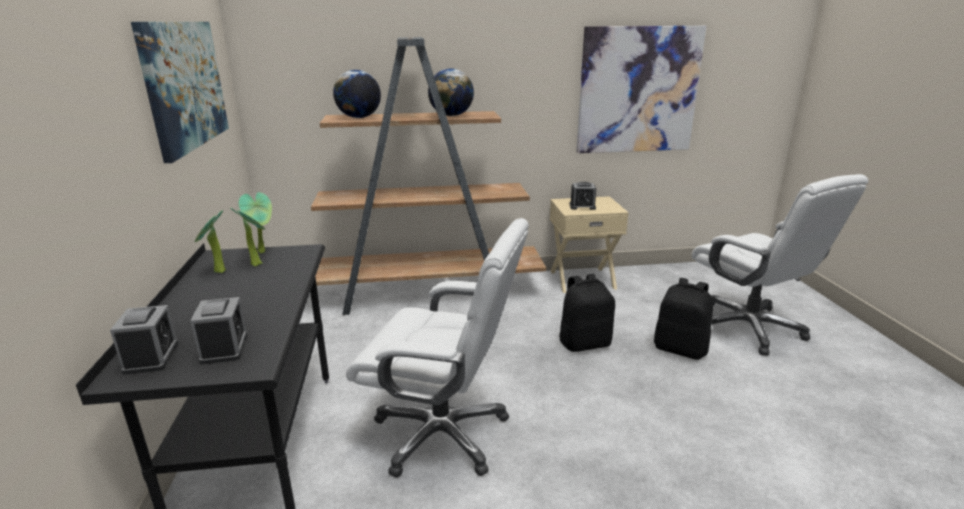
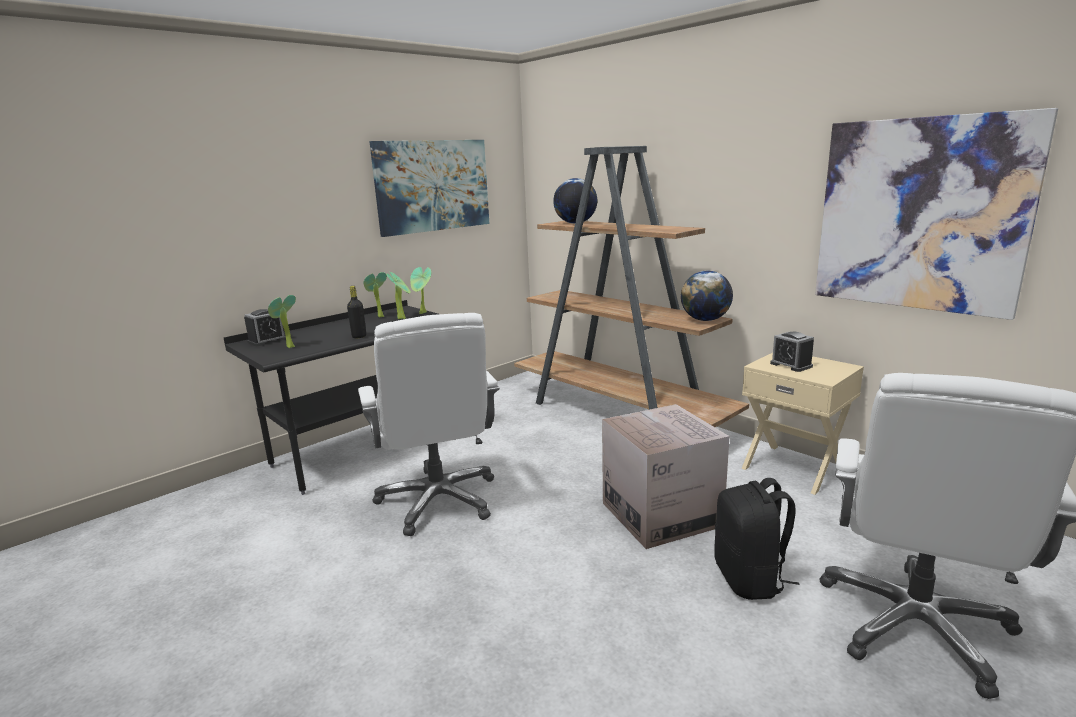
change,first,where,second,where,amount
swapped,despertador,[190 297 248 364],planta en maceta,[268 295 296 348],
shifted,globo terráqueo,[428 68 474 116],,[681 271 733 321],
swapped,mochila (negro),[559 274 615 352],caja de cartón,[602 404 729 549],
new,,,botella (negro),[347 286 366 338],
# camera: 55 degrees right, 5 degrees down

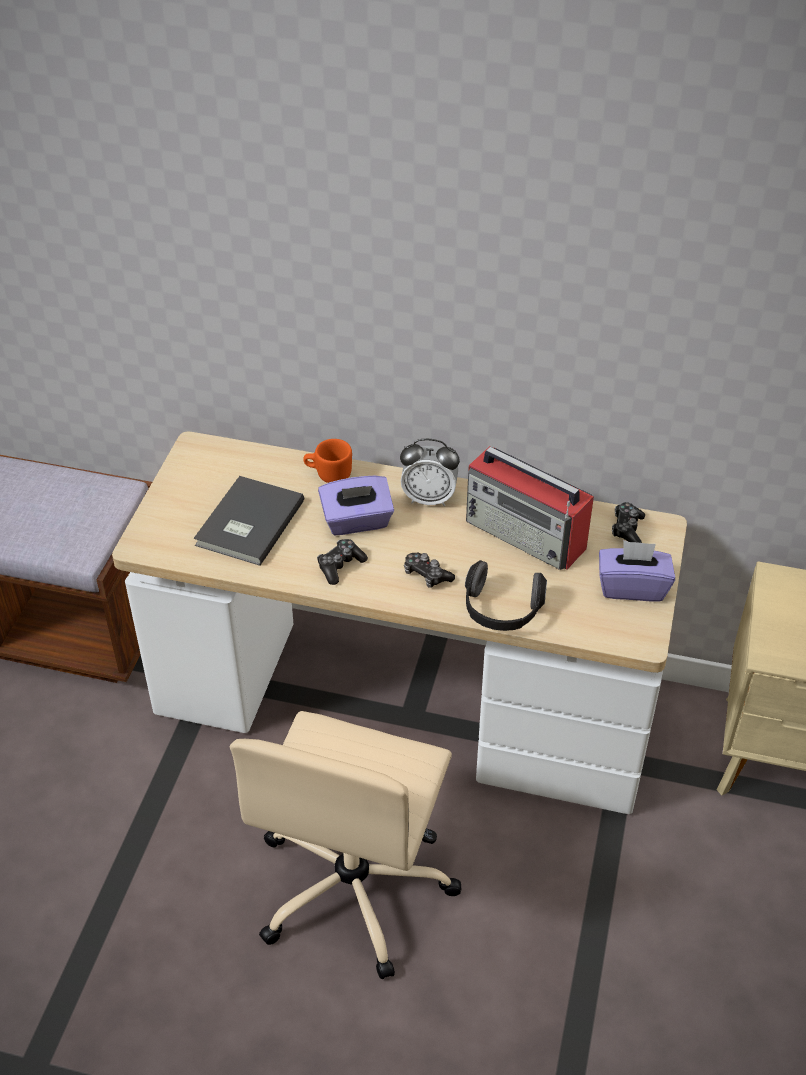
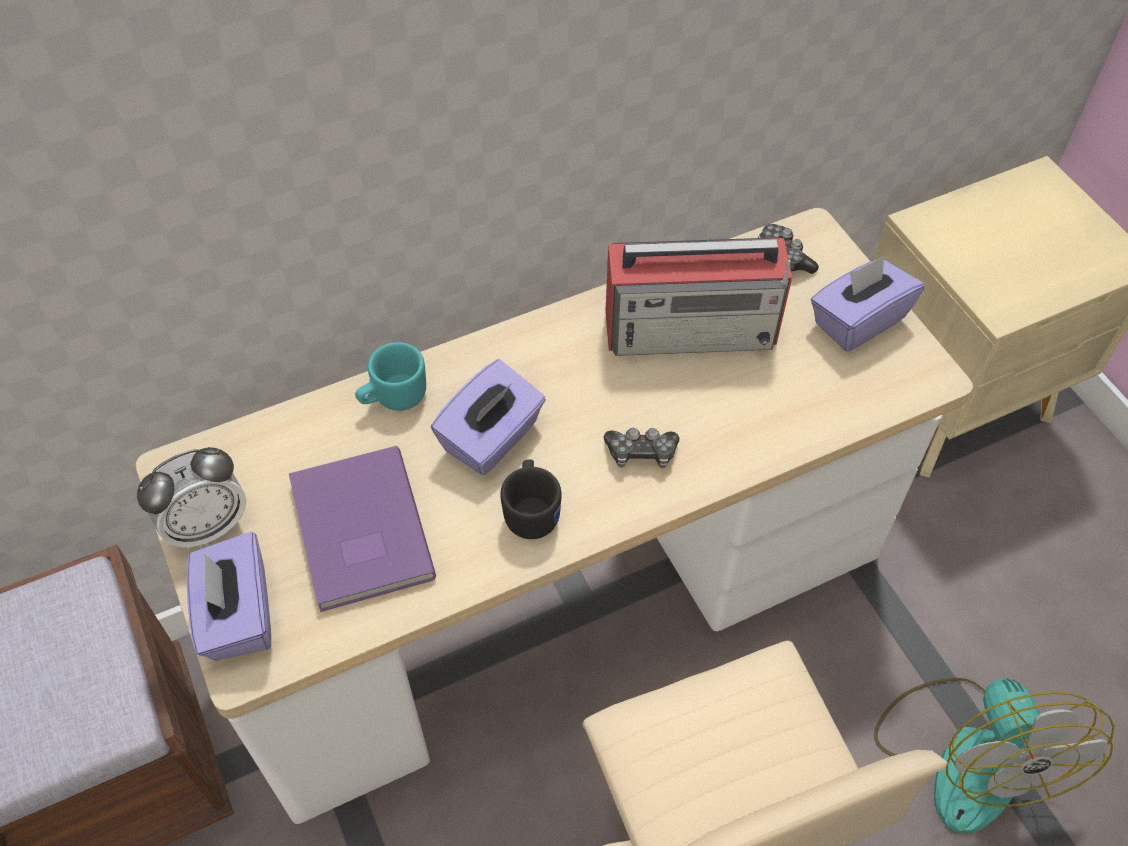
change,first,where,second,where,amount
repainted,libro (gris),[194 476 304 566],libro (morado),[289 446 436 612],
repainted,taza grande (naranja),[303 439 352 483],taza grande (turquesa),[355 342 426 411],
swapped,mando de consola,[317 539 368 585],taza grande (negro),[500 459 562 539],
shifted,despertador,[400 439 460 506],,[137 447 246 550],
gone,auriculares,[465 560 547 631],,,
new,,,caja de pañuelos (morado),[187 532 271 661],
new,,,ventilador,[874 678 1114 833],
# camera: 40 degrees left, 10 degrees up

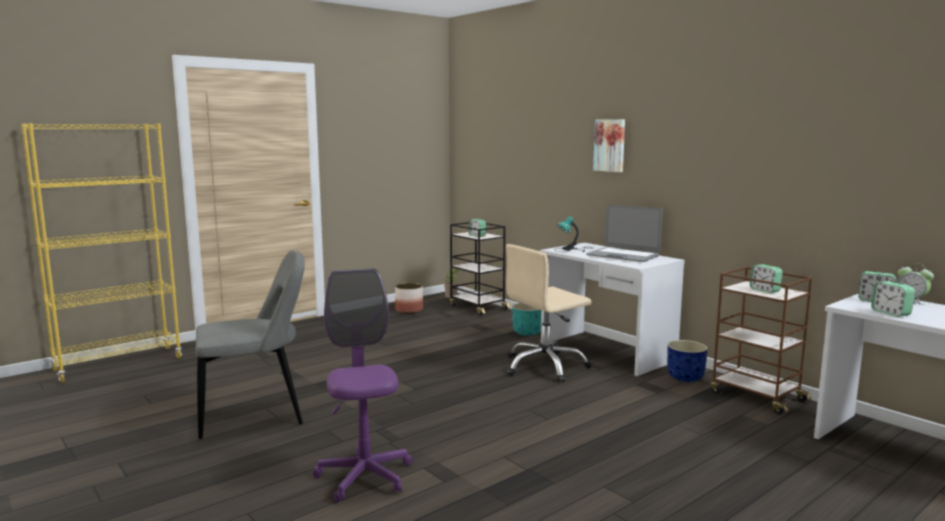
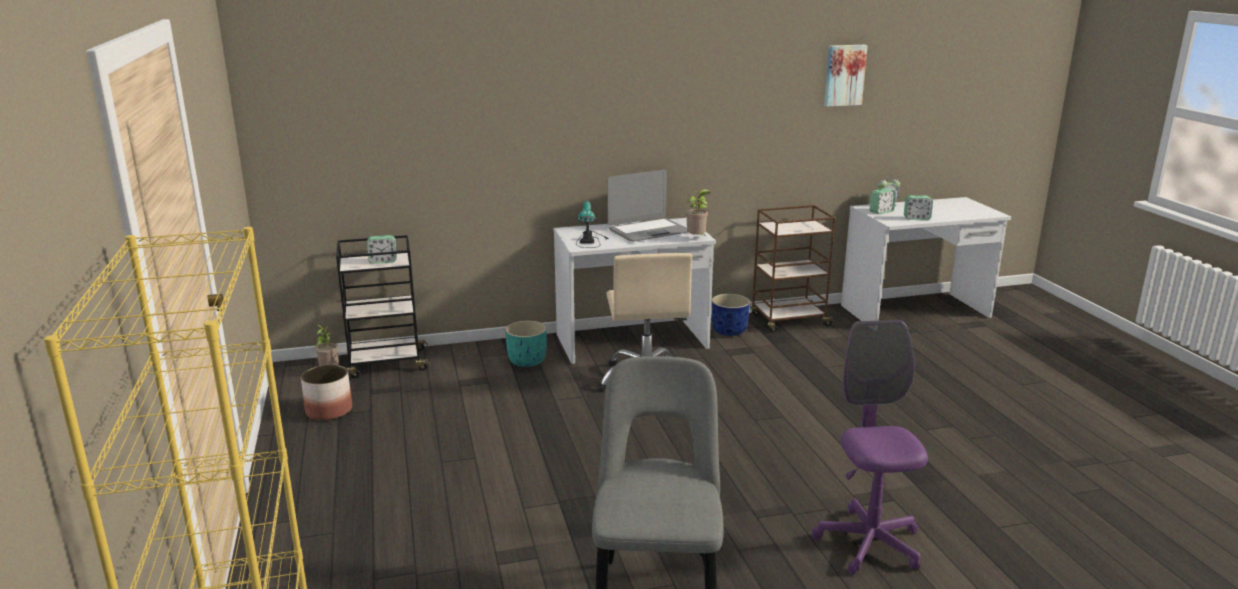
change,first,where,second,where,amount
rotated,silla de oficina (morado),[313 268 412 502],,[812 320 928 574],75 degrees clockwise
shifted,cuadro,[593 119 625 172],,[824 45 868 107],
gone,despertador,[750 264 783 293],,,
new,,,planta en maceta,[686 189 710 235],
# camera: 65 degrees left, 10 degrees up

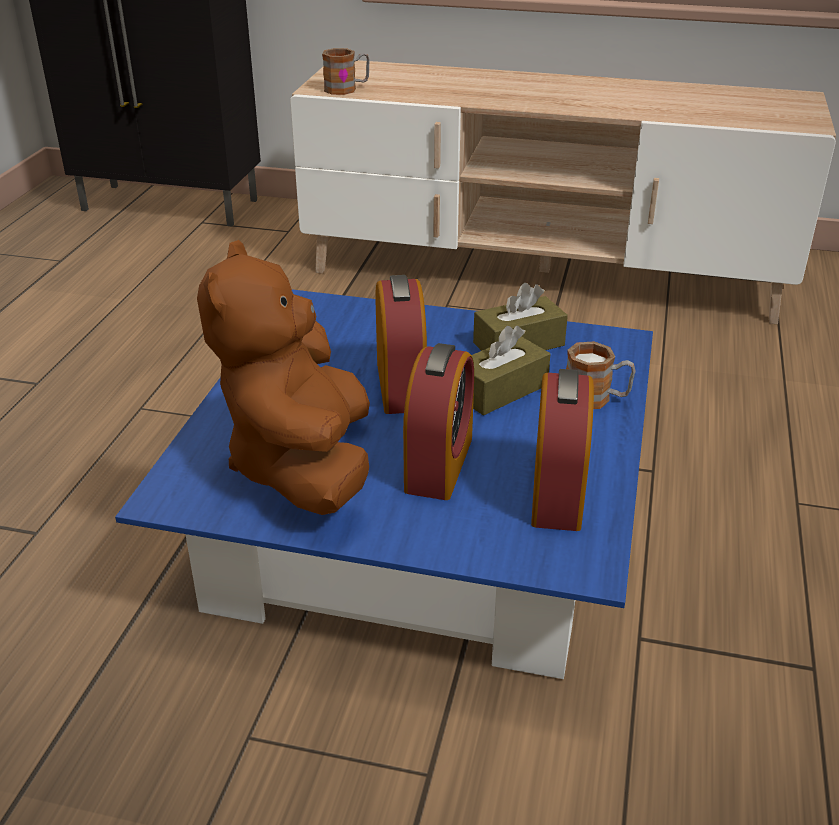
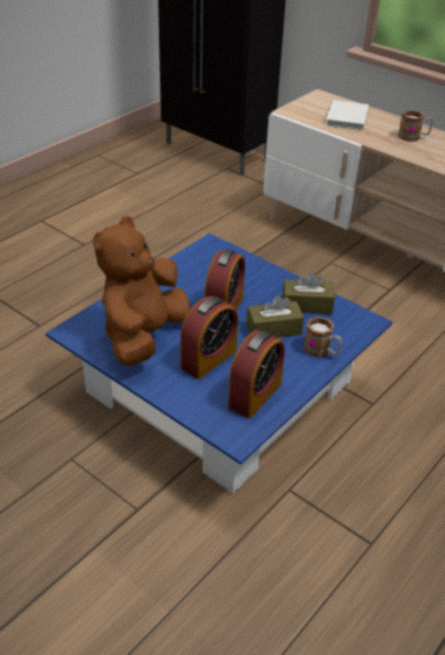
change,first,where,second,where,amount
shifted,taza grande,[322 48 370 95],,[398 110 433 142],
new,,,libro (blanco),[326 100 369 130],
# camera: 25 degrees right, 5 degrees up

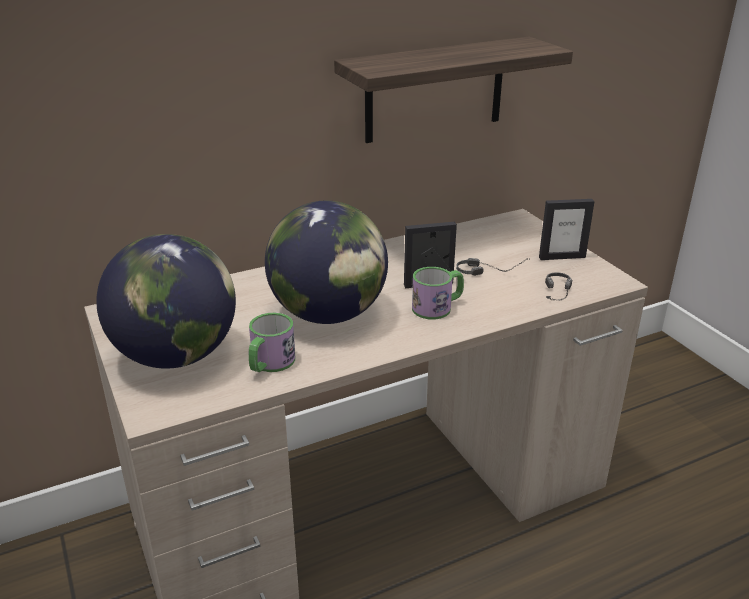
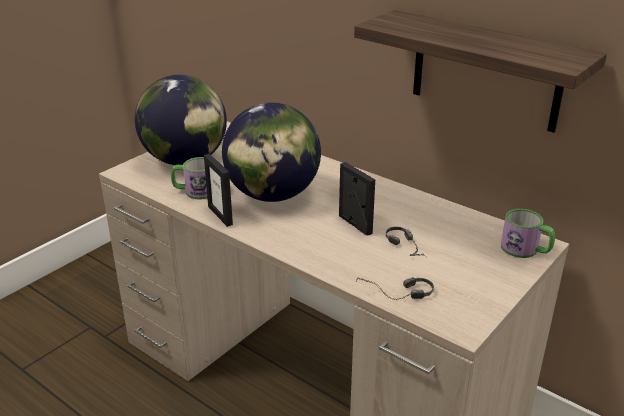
change,first,where,second,where,amount
shifted,taza grande,[412 267 464 320],,[501 209 555 258],
shifted,portarretratos,[539 199 595 260],,[204 154 233 227],
# camera: 65 degrees right, 0 degrees up

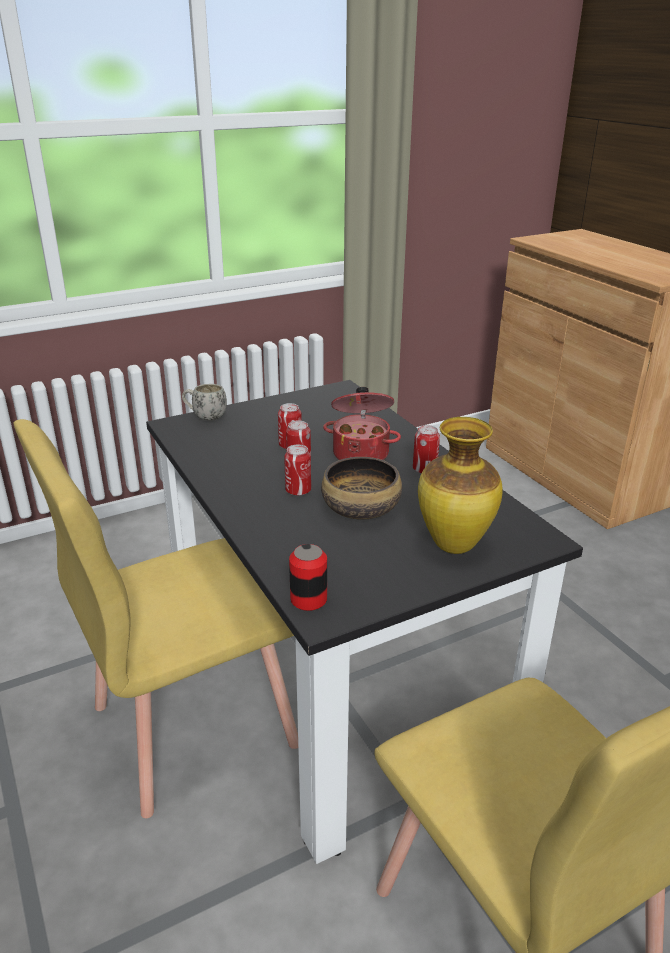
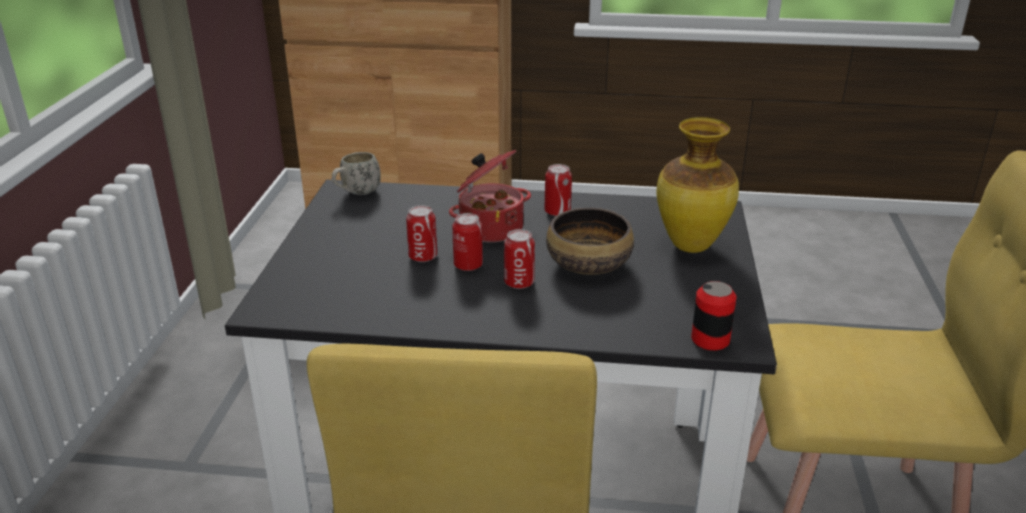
change,first,where,second,where,amount
shifted,taza grande (blanco),[182 384 227 421],,[331 152 381 195],
# camera: 55 degrees left, 0 degrees up

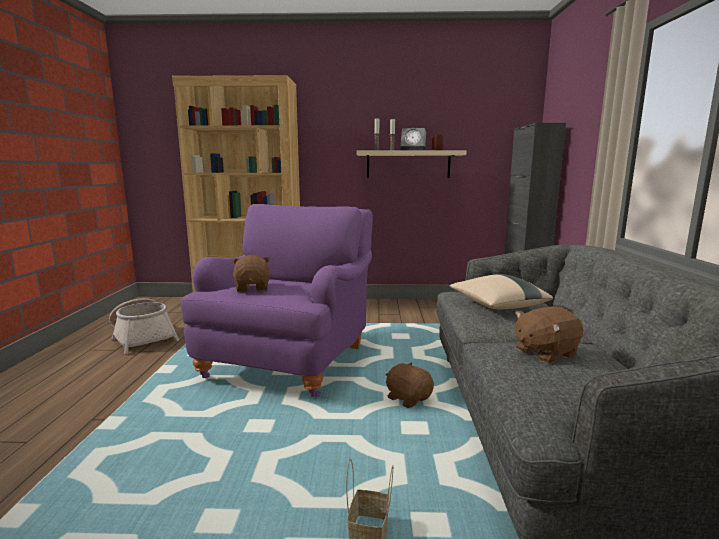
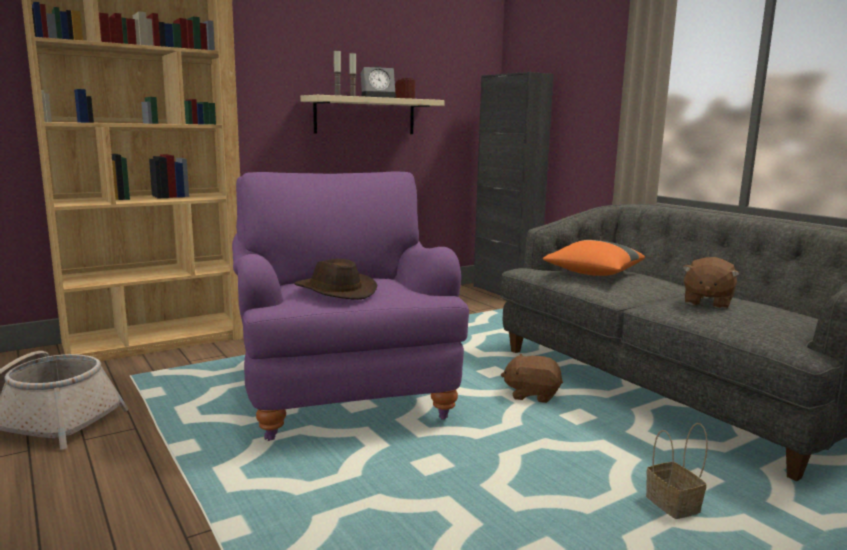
change,first,where,second,where,amount
swapped,peluche (marrón),[232 255 270 292],sombrero (marrón),[294 259 377 300],
repainted,cojín (beis),[450 274 553 309],cojín (naranja),[543 240 645 276],
# camera: 35 degrees left, 0 degrees up

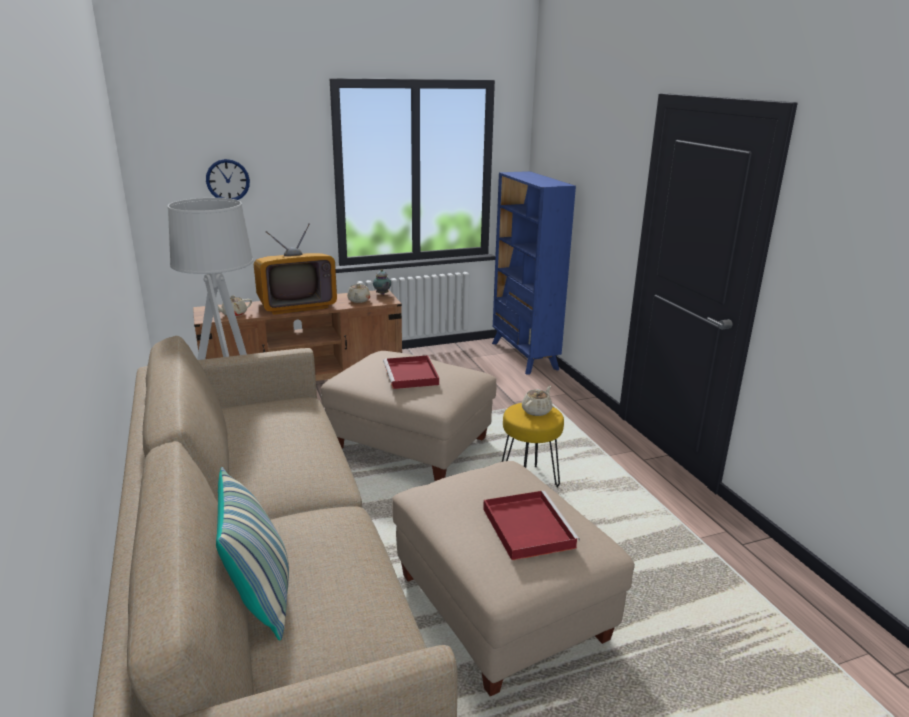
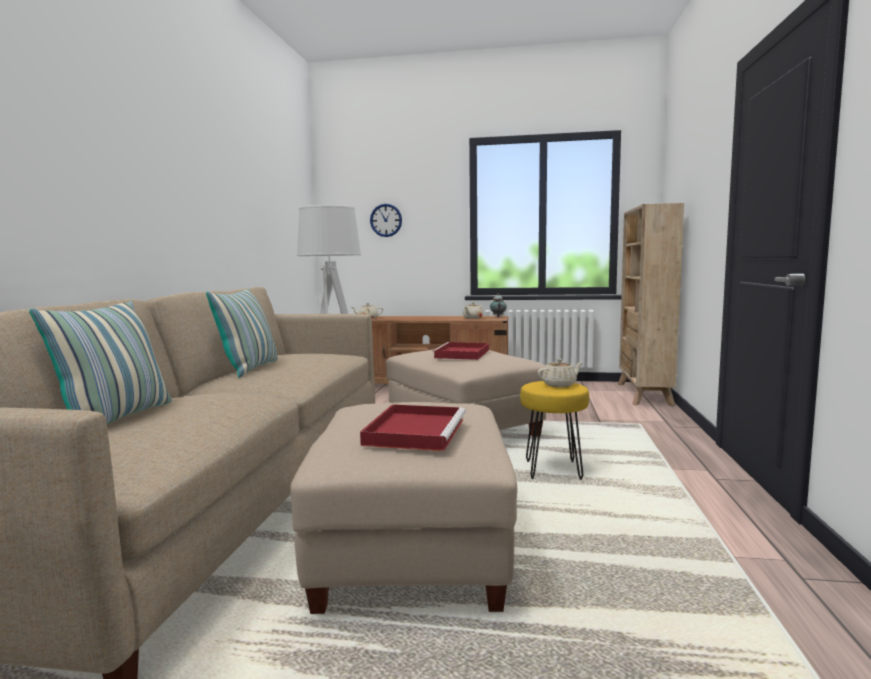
change,first,where,second,where,amount
gone,televisor,[254 223 337 315],,,
repainted,estantería (azul),[492 171 576 375],estantería (beis),[618 203 684 406],
new,,,cojín,[206 288 278 378],
# camera: 30 degrees right, 15 degrees down

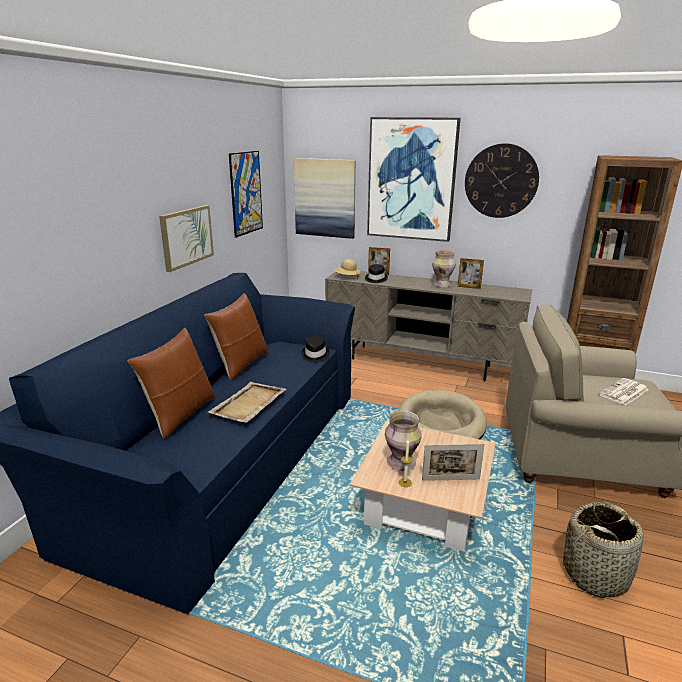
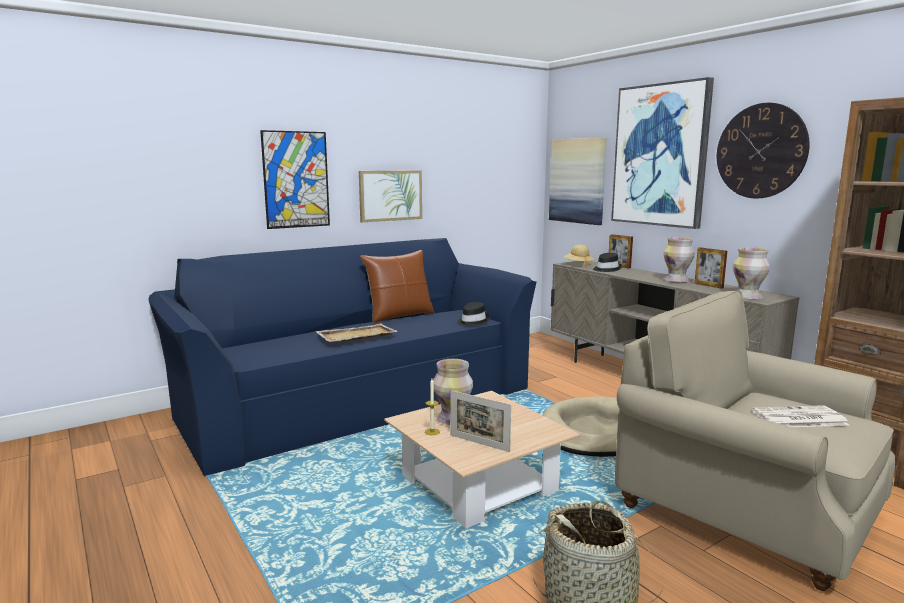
change,first,where,second,where,amount
gone,cojín (marrón),[127 328 215 439],,,
shifted,cuadro,[229 151 263 238],,[260 130 330 229],
new,,,florero,[733 247 770 299],
# camera: 35 degrees right, 10 degrees down

